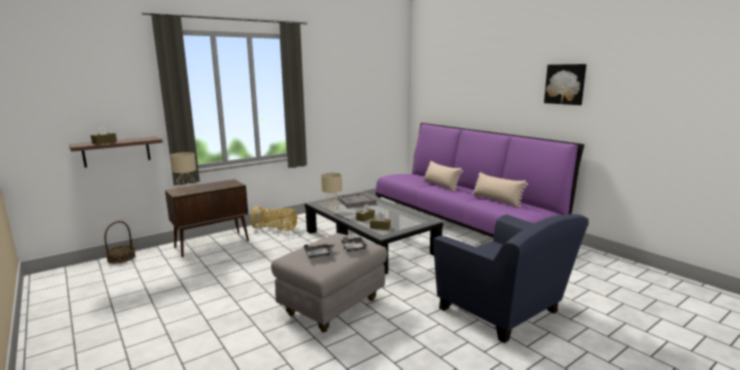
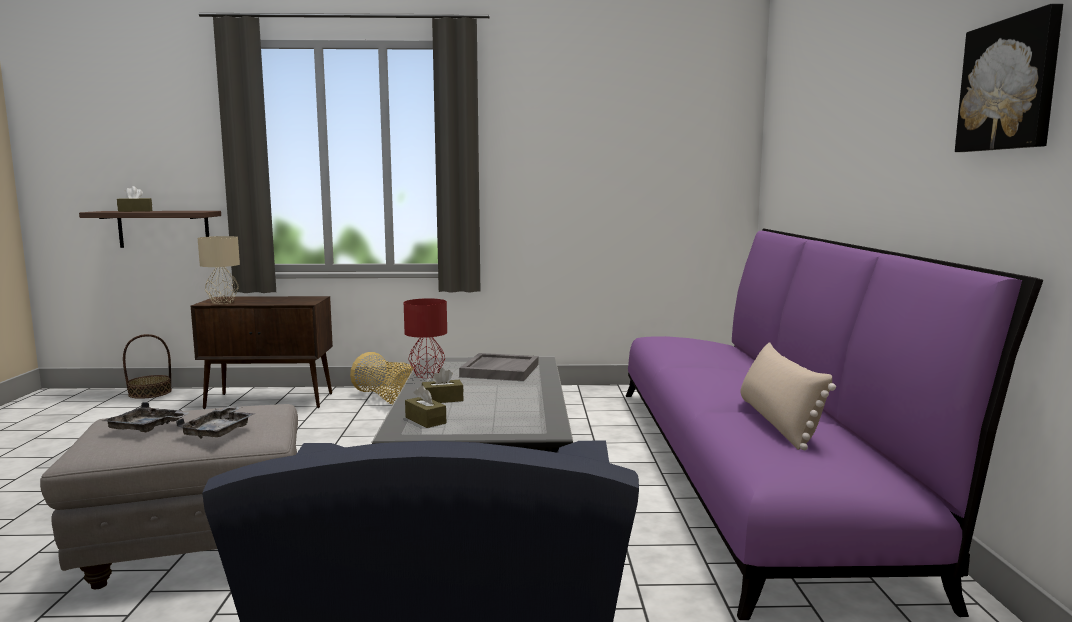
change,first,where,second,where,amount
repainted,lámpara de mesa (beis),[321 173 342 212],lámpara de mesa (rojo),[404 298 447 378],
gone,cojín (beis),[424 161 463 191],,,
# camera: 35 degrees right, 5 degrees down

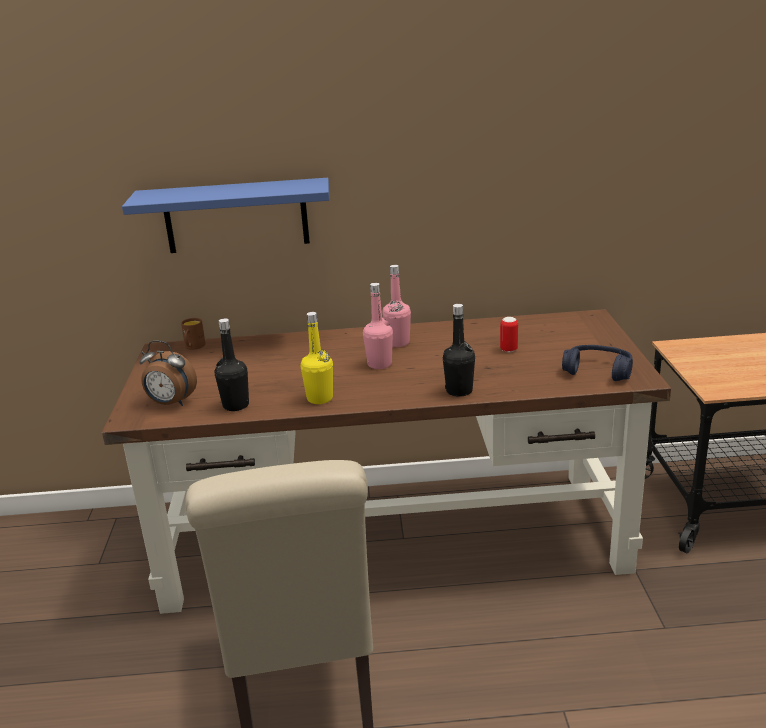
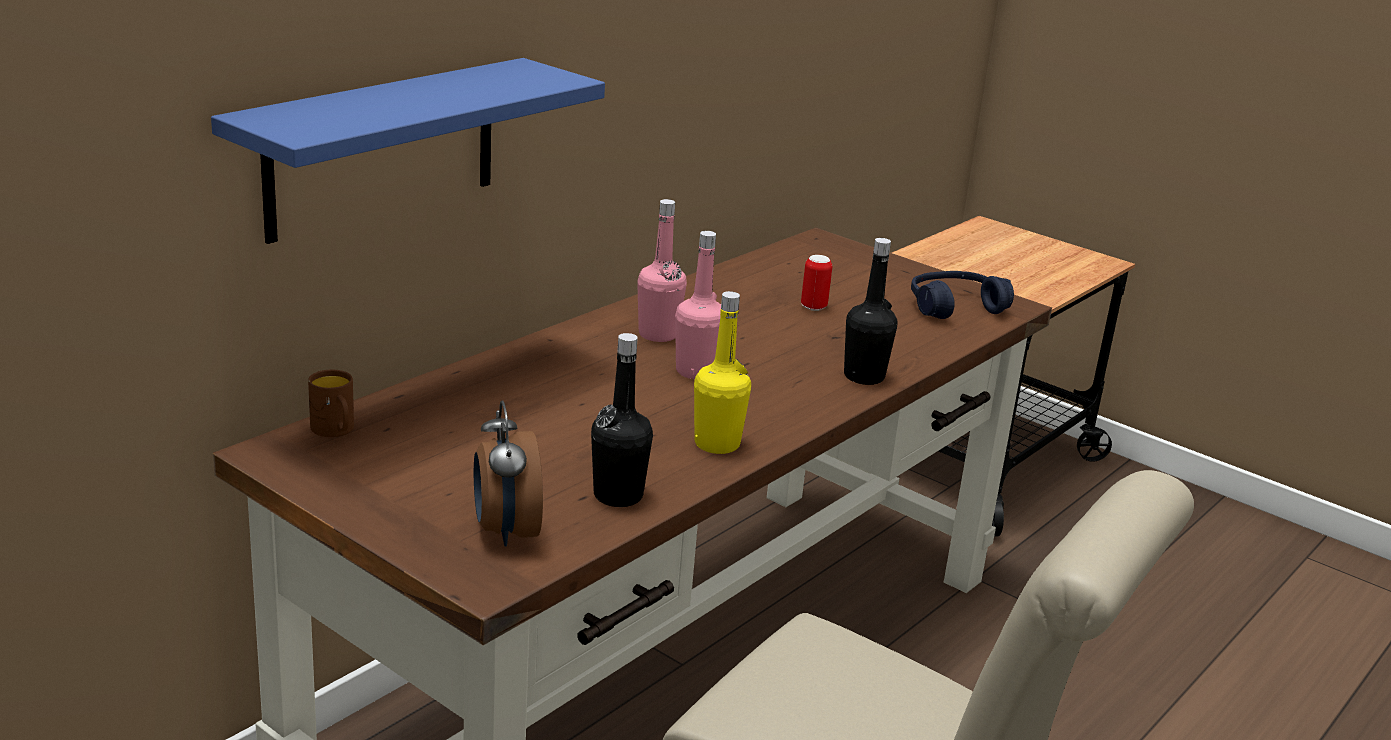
change,first,where,second,where,amount
rotated,despertador,[139 340 197 406],,[474 401 543 546],105 degrees clockwise
# camera: 50 degrees left, 0 degrees up

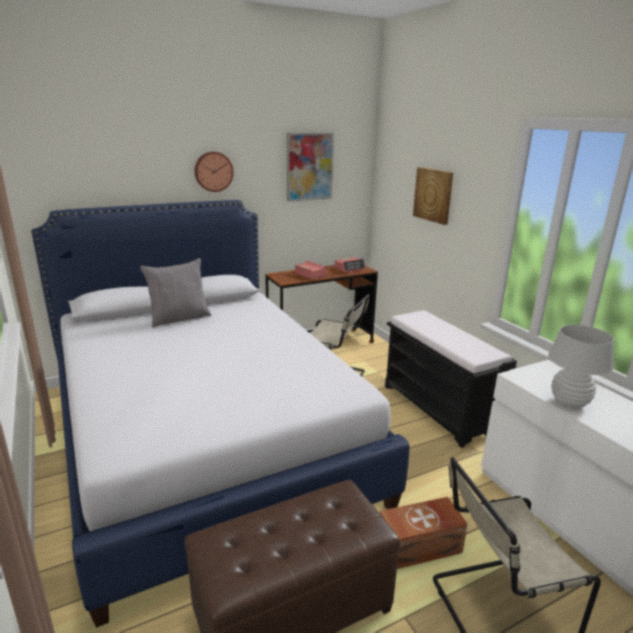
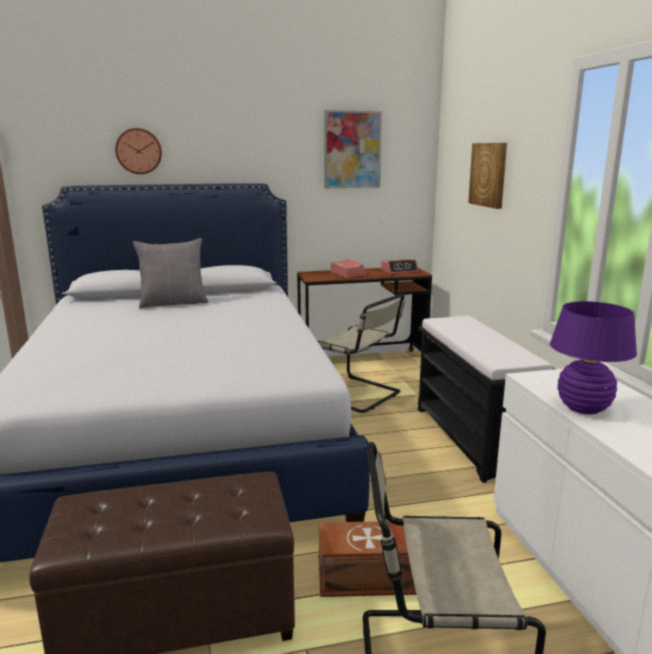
change,first,where,second,where,amount
shifted,reloj de pared,[194 152 234 192],,[115 128 162 174],
repainted,lámpara de mesa (blanco),[548 325 614 408],lámpara de mesa (morado),[550 301 637 414],
# camera: 15 degrees right, 5 degrees down

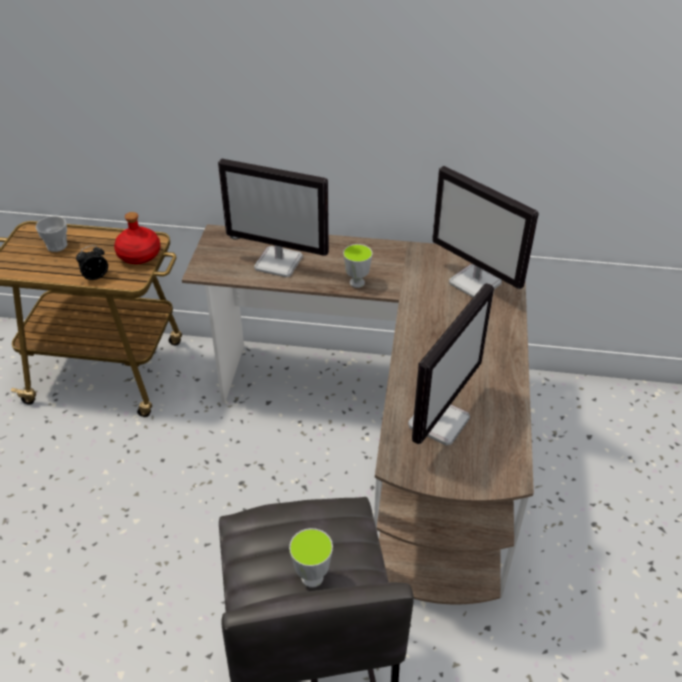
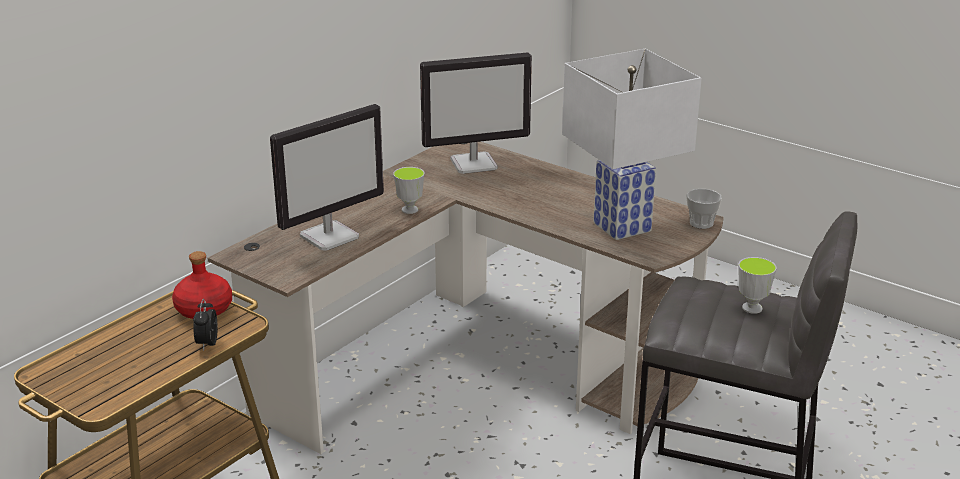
change,first,where,second,where,amount
shifted,taza,[35 216 67 252],,[687 189 722 229],
swapped,monitor,[408 283 494 445],lámpara de mesa (blanco),[562 49 702 240],
# camera: 60 degrees left, 15 degrees down

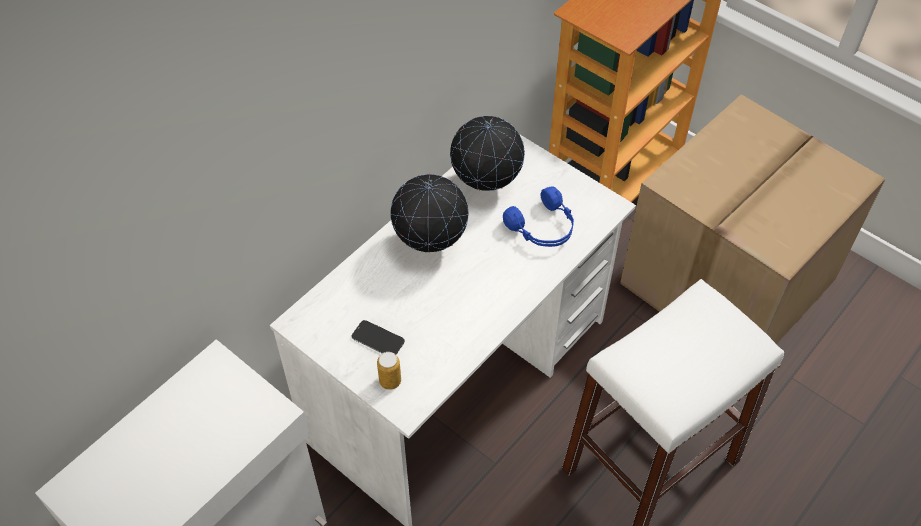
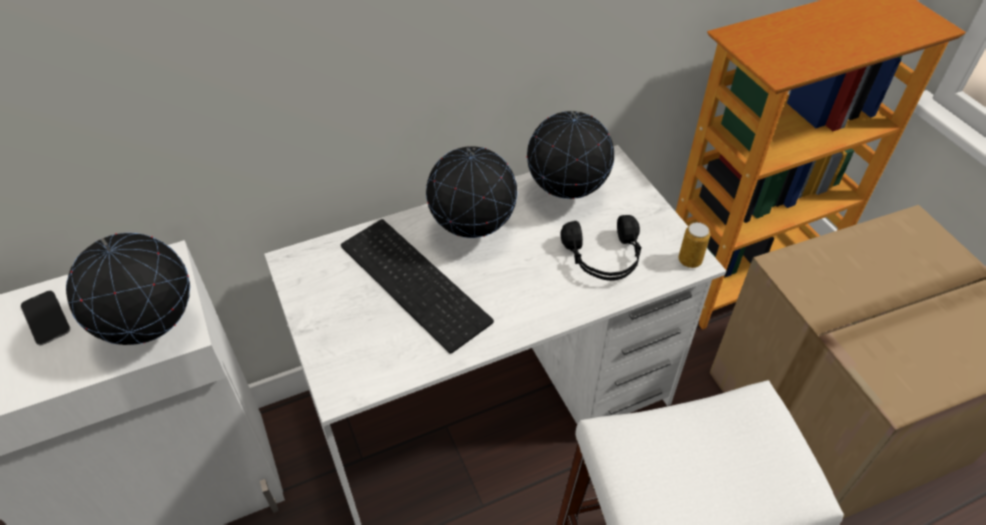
change,first,where,second,where,amount
shifted,móvil,[351 320 405 355],,[21 291 70 345],
shifted,lata,[377 352 401 390],,[678 222 710 268],
repainted,auriculares (azul),[503 187 574 247],auriculares (negro),[561 215 641 281],
new,,,globo terráqueo,[66 233 190 345],
new,,,teclado,[341 219 494 354],
# camera: 25 degrees right, 5 degrees down

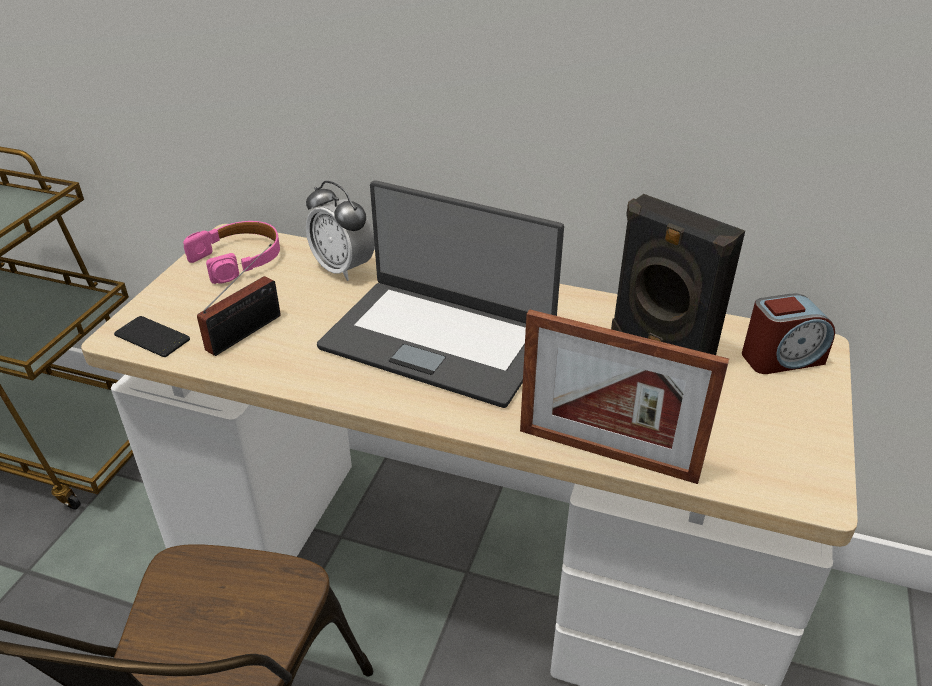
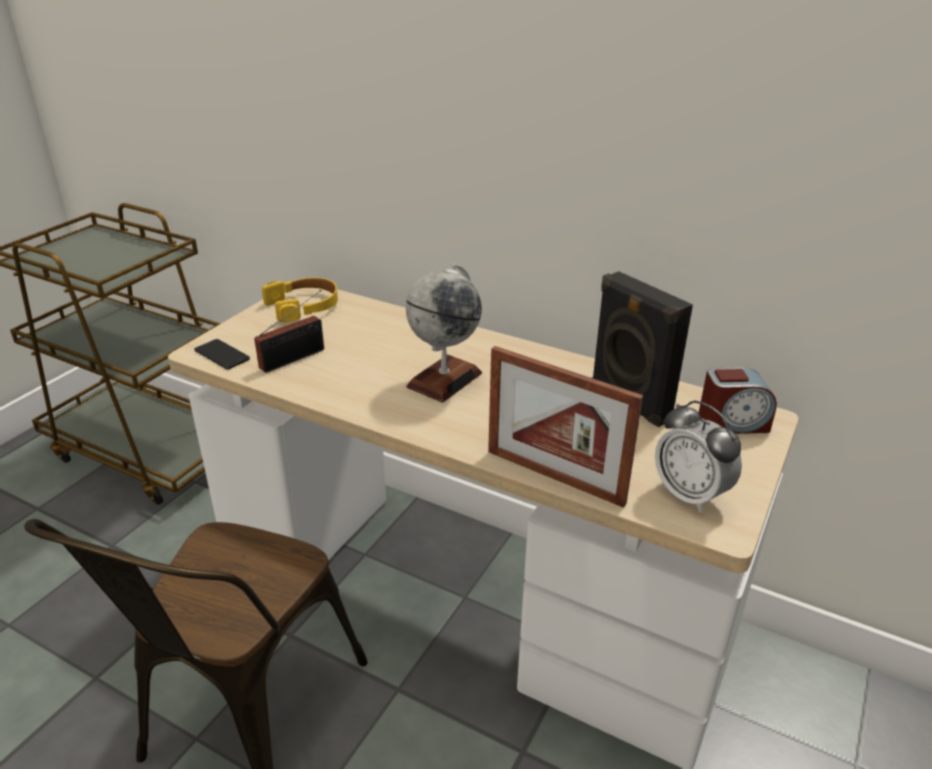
change,first,where,second,where,amount
repainted,auriculares (rosa),[183 221 280 284],auriculares (amarillo),[262 278 338 322],
shifted,despertador,[306 181 375 281],,[655 400 742 513],
swapped,portátil,[317 180 564 408],globo terráqueo,[406 264 482 402],
# camera: 10 degrees right, 5 degrees down

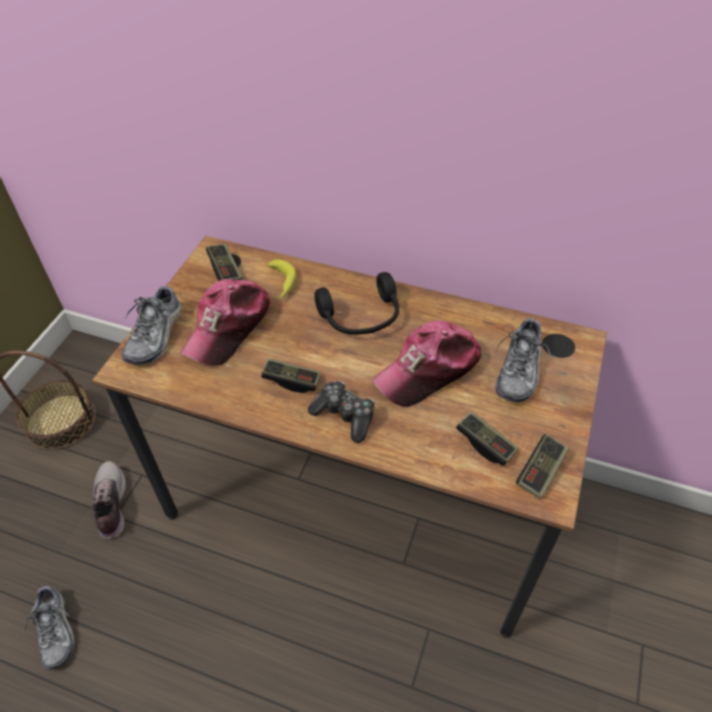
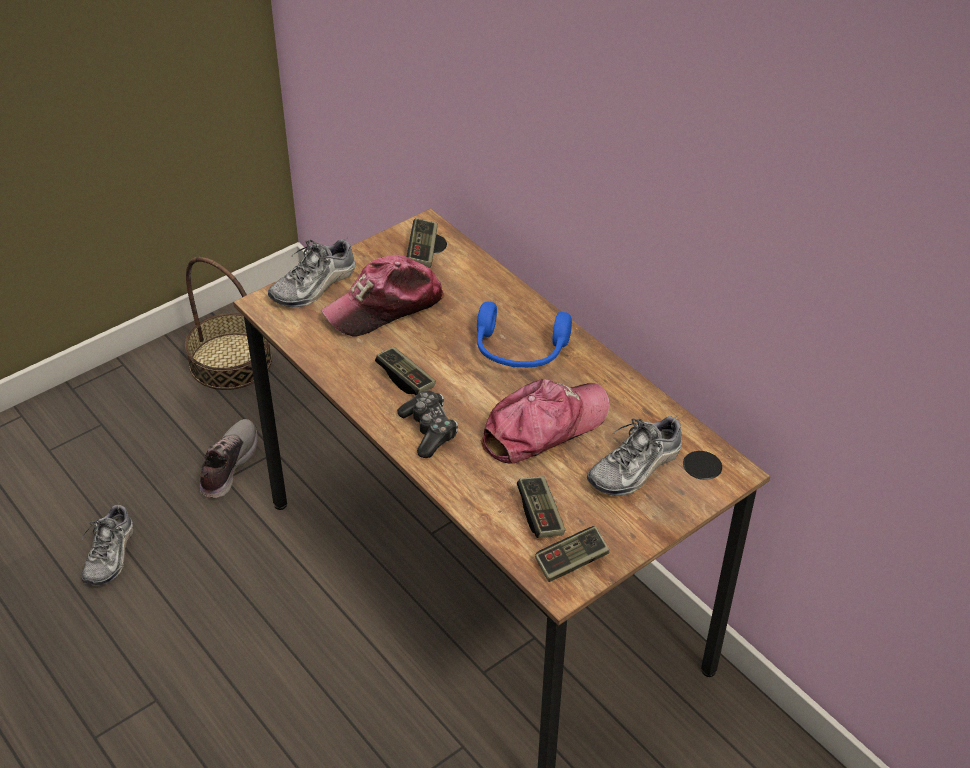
change,first,where,second,where,amount
gone,plátano,[267 260 297 298],,,
repainted,auriculares (negro),[314 272 399 335],auriculares (azul),[477 302 572 367],
rotated,gorra,[372 320 482 407],,[481 379 609 464],150 degrees clockwise
# camera: 30 degrees right, 5 degrees down

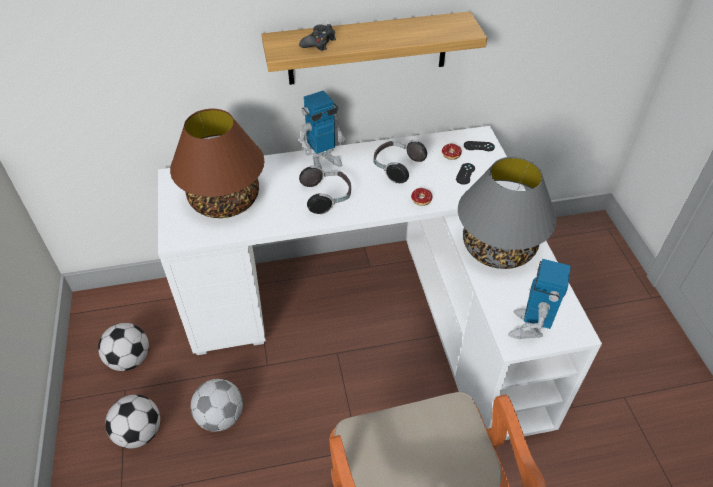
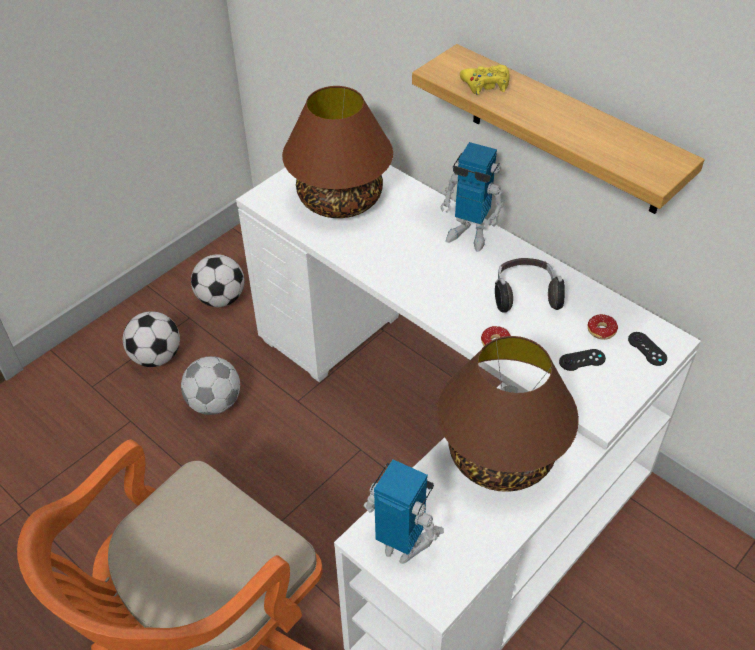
change,first,where,second,where,amount
repainted,mando de consola (negro),[299 24 336 51],mando de consola (amarillo),[460 65 510 95],
gone,auriculares,[299 165 351 214],,,
repainted,lámpara de mesa (gris),[458 157 557 269],lámpara de mesa (marrón),[437 336 579 492],
rotated,robot de juguete,[508 259 571 339],,[364 460 444 564],45 degrees clockwise
# camera: 55 degrees right, 0 degrees up

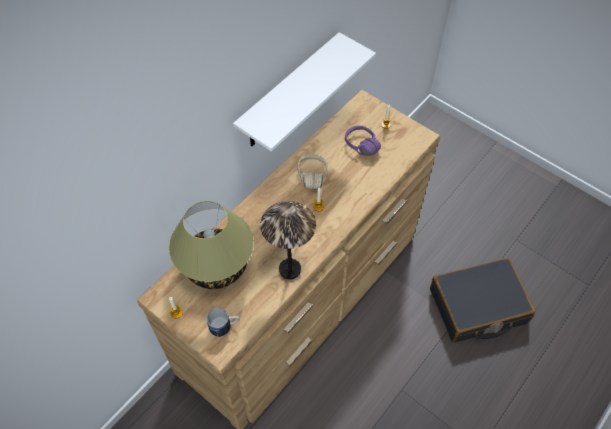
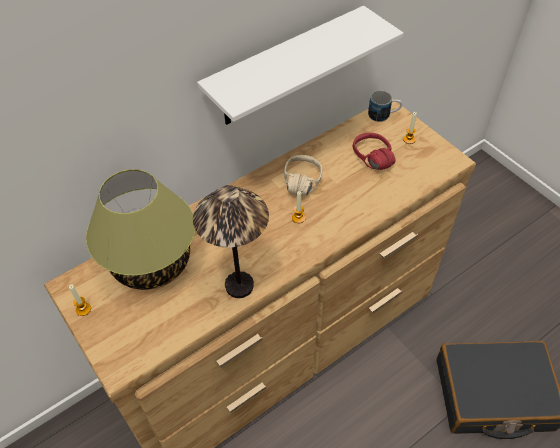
change,first,where,second,where,amount
shifted,taza grande,[207 308 240 337],,[368 91 402 122],
repainted,auriculares (morado),[345 126 381 156],auriculares (rojo),[353 133 396 170],
# camera: 15 degrees right, 5 degrees down

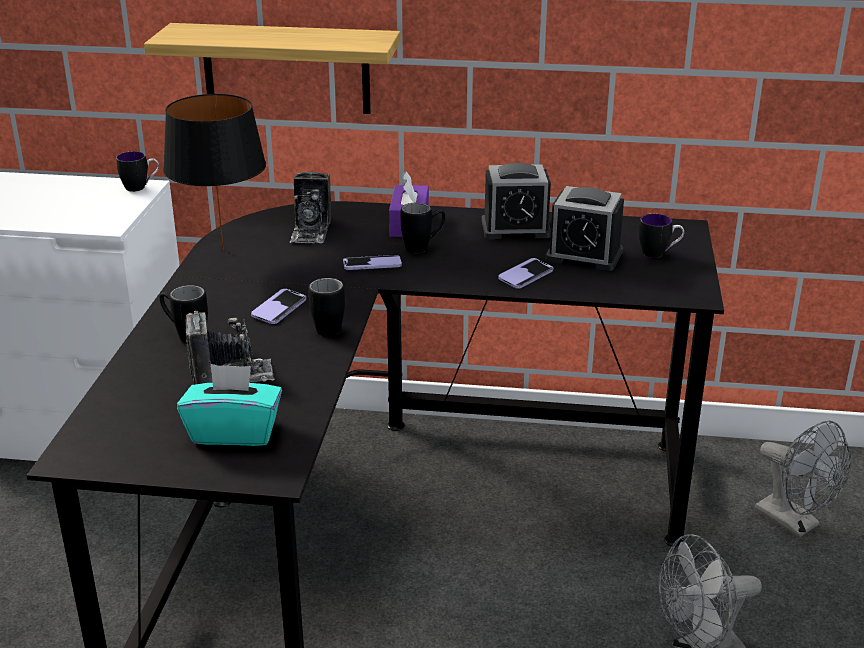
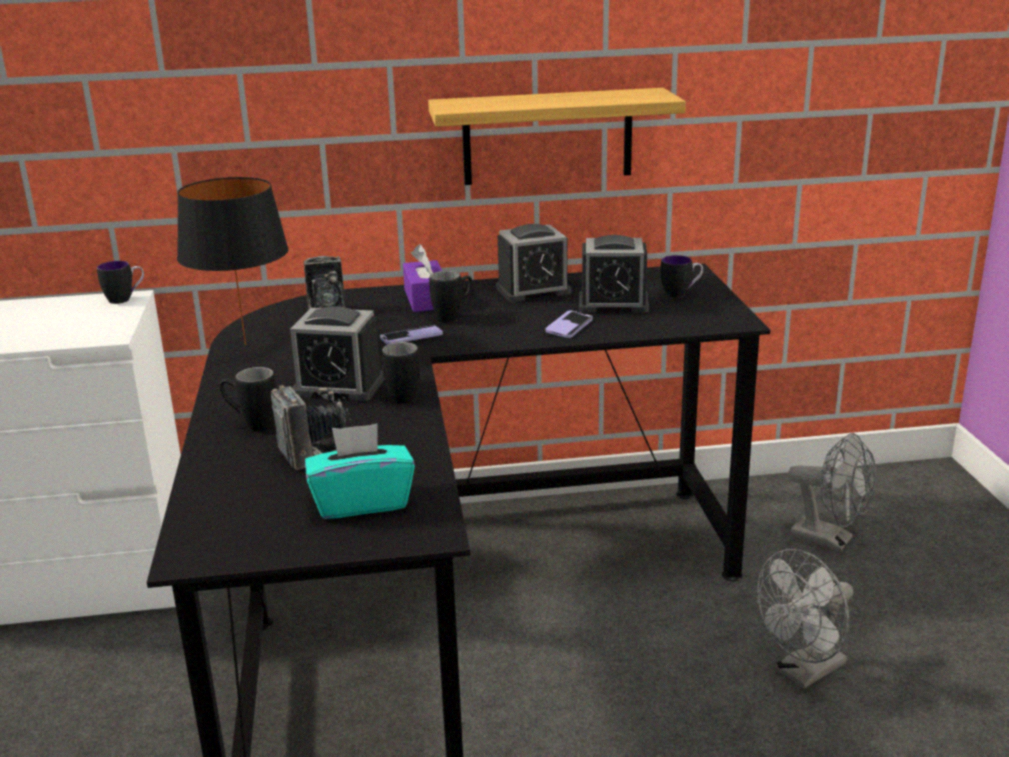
change,first,where,second,where,amount
shifted,estante,[144 23 401 114],,[428 88 686 185],
swapped,móvil,[251 289 306 324],despertador,[290 306 384 401],
# camera: 15 degrees left, 5 degrees down

